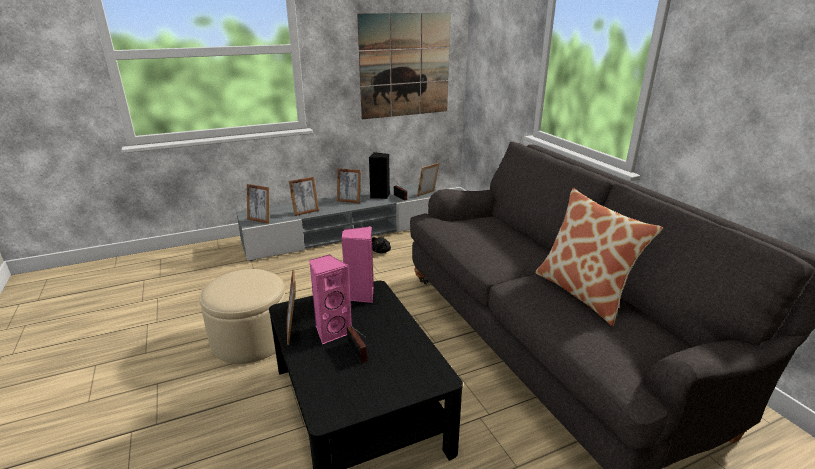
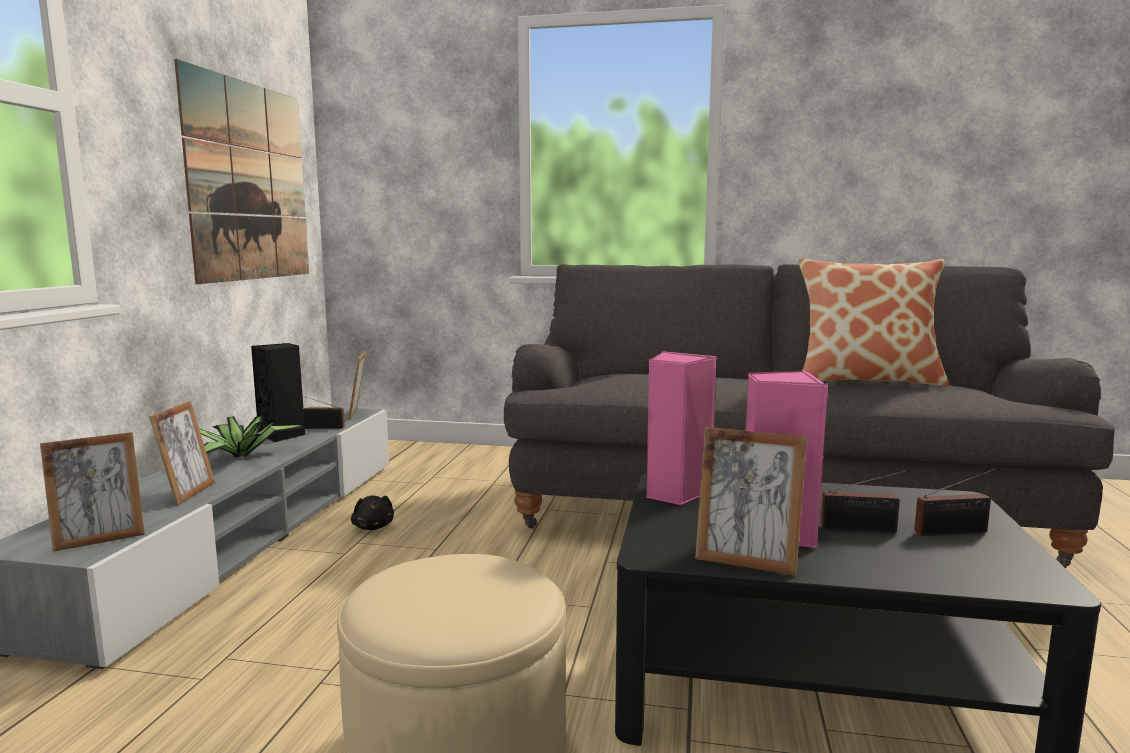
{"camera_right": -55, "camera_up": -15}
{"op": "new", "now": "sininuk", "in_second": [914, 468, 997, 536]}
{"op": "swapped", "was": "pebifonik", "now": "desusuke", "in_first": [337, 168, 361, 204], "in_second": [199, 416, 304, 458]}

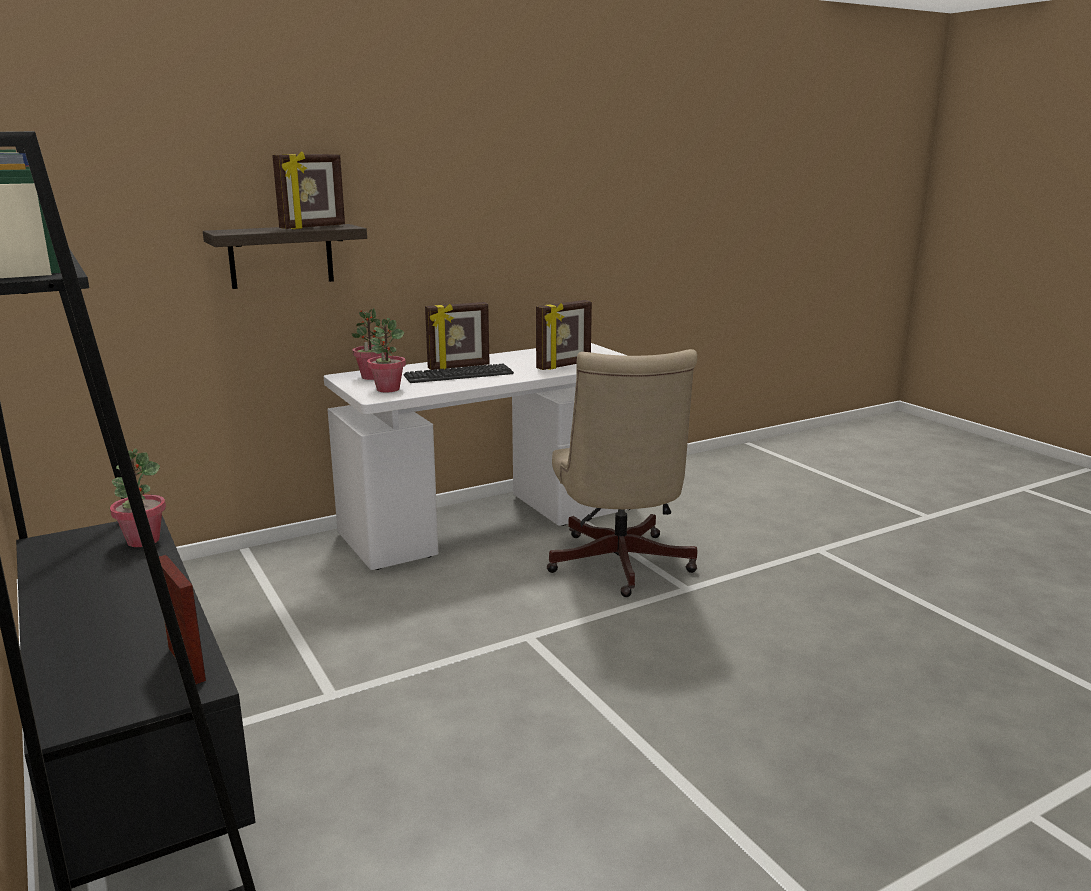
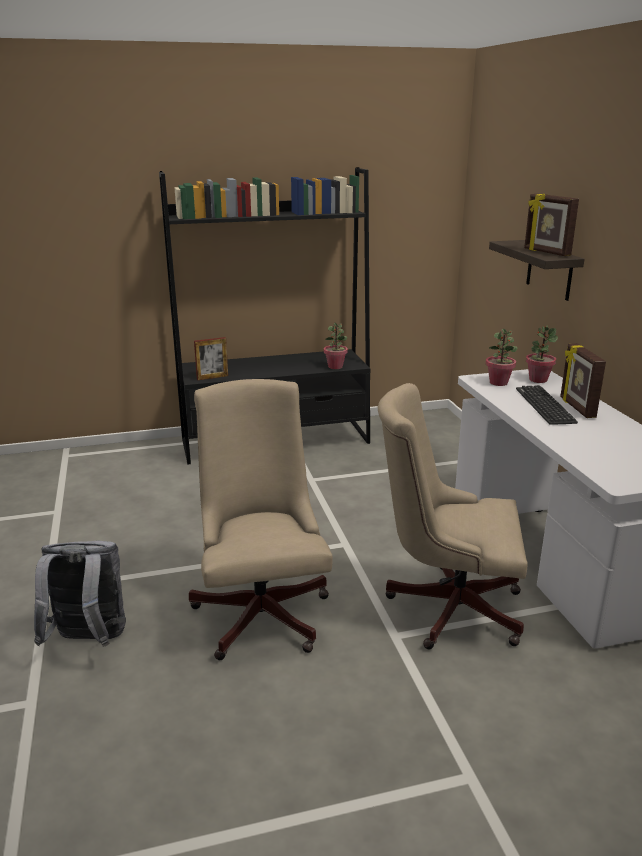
{"camera_right": 105, "camera_up": 5}
{"op": "gone", "was": "pebifonik", "in_first": [536, 300, 592, 370]}
{"op": "new", "now": "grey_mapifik", "in_second": [34, 540, 126, 647]}
{"op": "new", "now": "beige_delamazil", "in_second": [189, 379, 333, 660]}

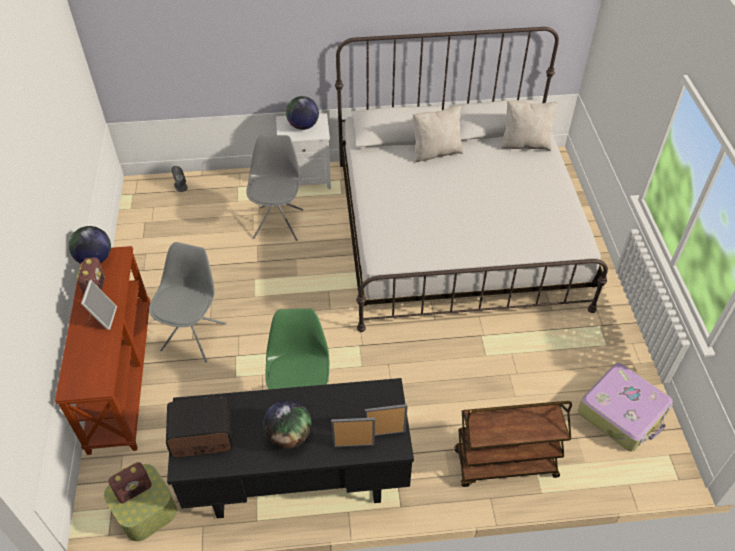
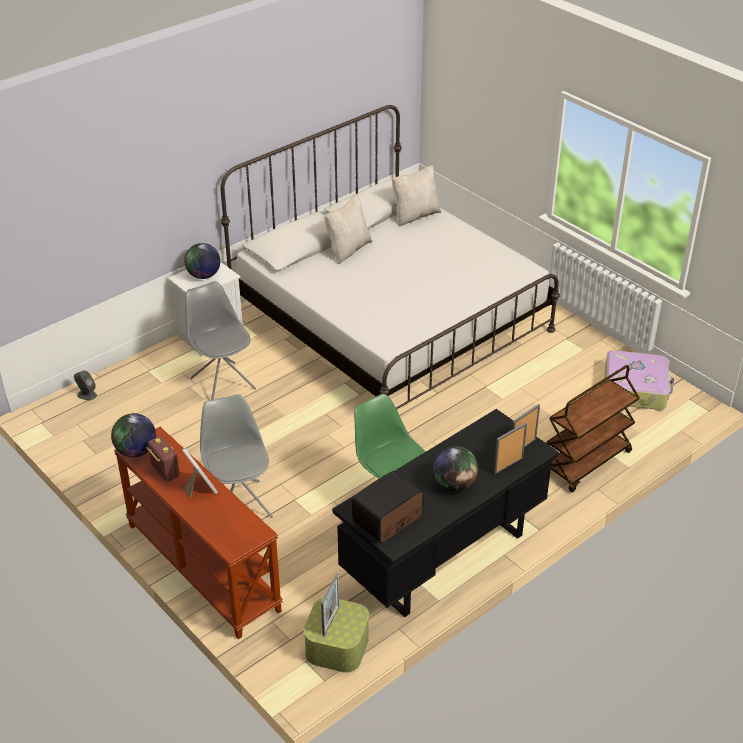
{"camera_right": -35, "camera_up": -10}
{"op": "swapped", "was": "sininuk", "now": "pebifonik", "in_first": [108, 462, 152, 503], "in_second": [321, 573, 339, 636]}

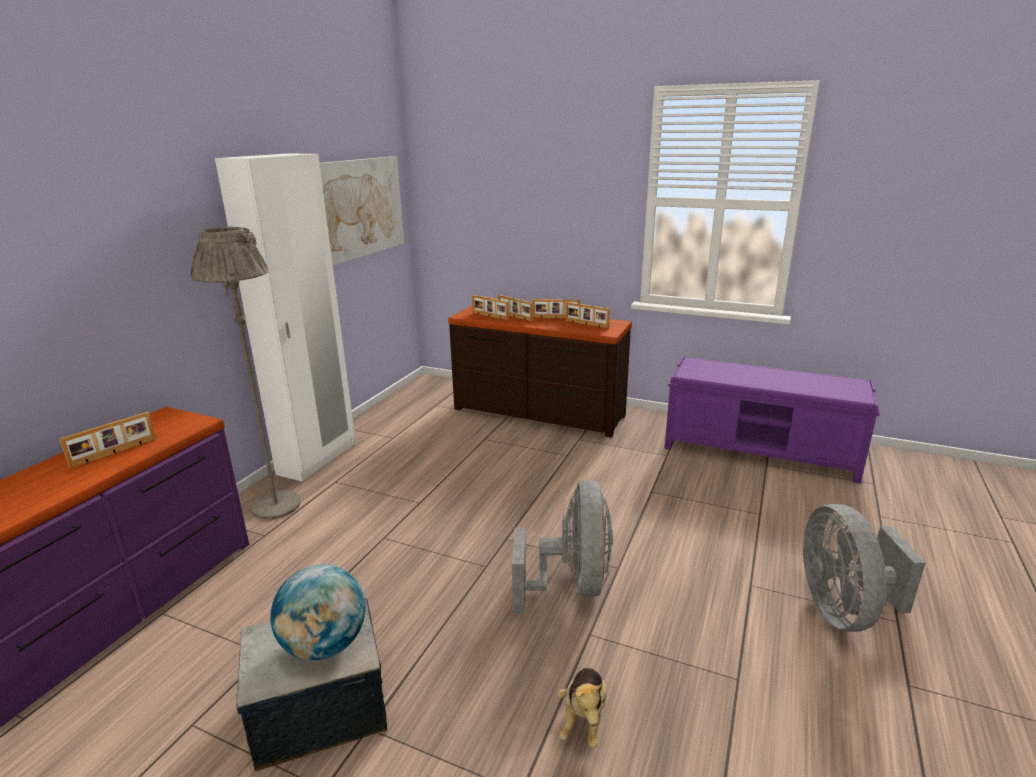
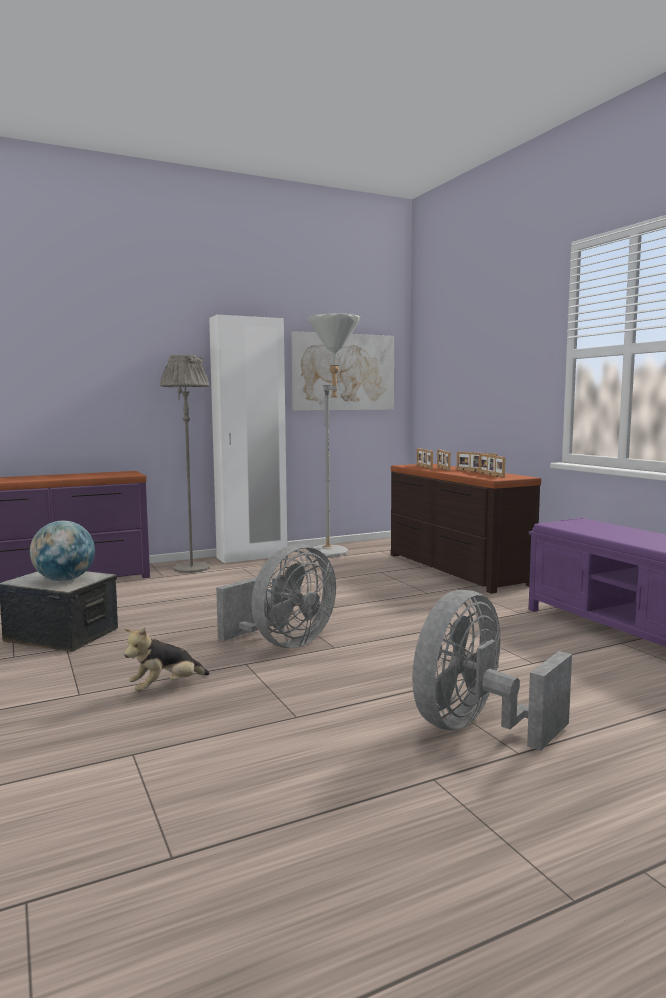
{"camera_right": 40, "camera_up": -15}
{"op": "gone", "was": "pebifonik", "in_first": [59, 412, 156, 468]}
{"op": "new", "now": "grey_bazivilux", "in_second": [308, 314, 360, 557]}

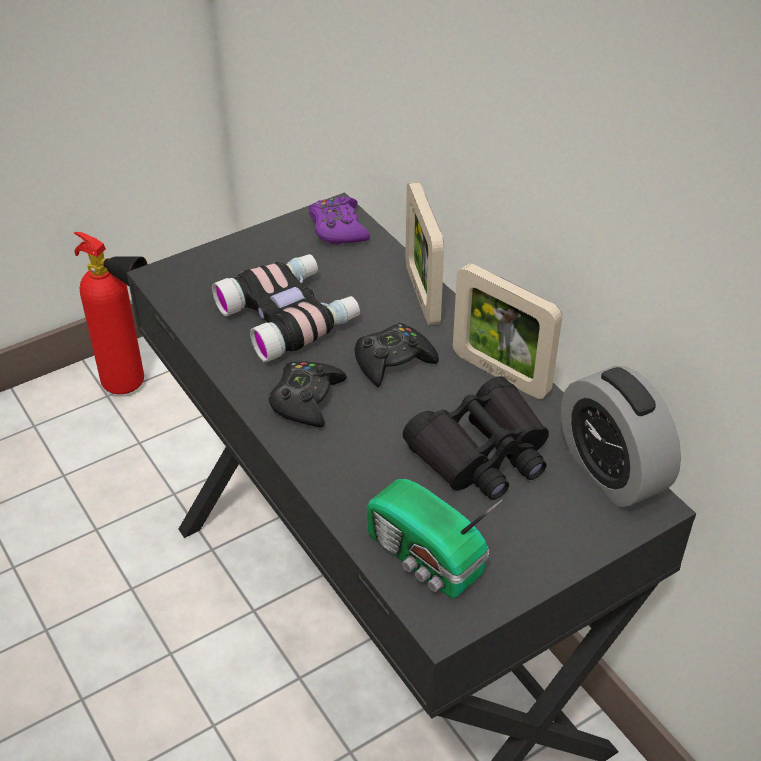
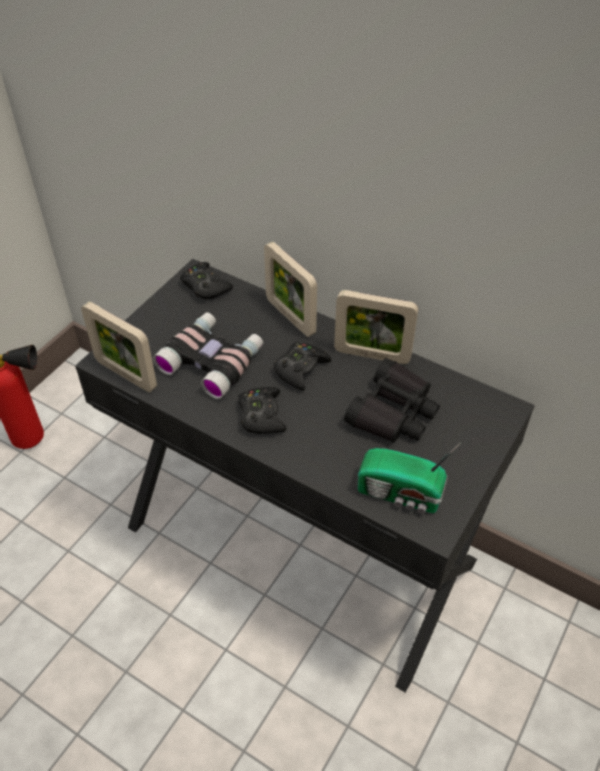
{"camera_right": -25, "camera_up": 5}
{"op": "gone", "was": "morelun", "in_first": [561, 366, 681, 507]}
{"op": "new", "now": "pebifonik", "in_second": [81, 302, 157, 392]}
{"op": "repainted", "was": "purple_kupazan", "now": "black_kupazan", "in_first": [309, 196, 370, 245], "in_second": [180, 262, 233, 299]}

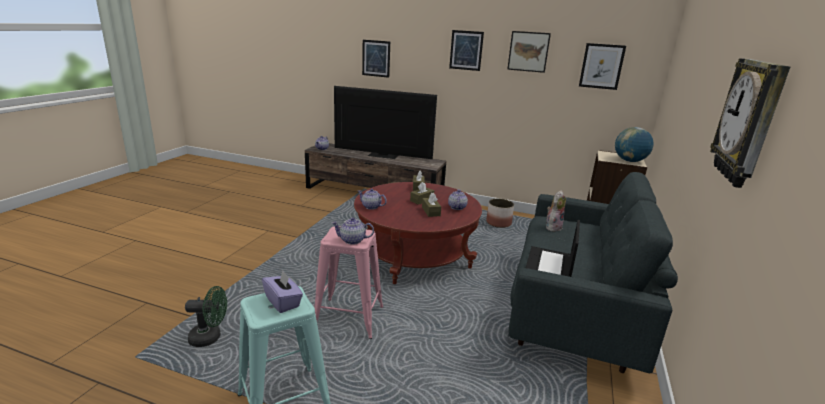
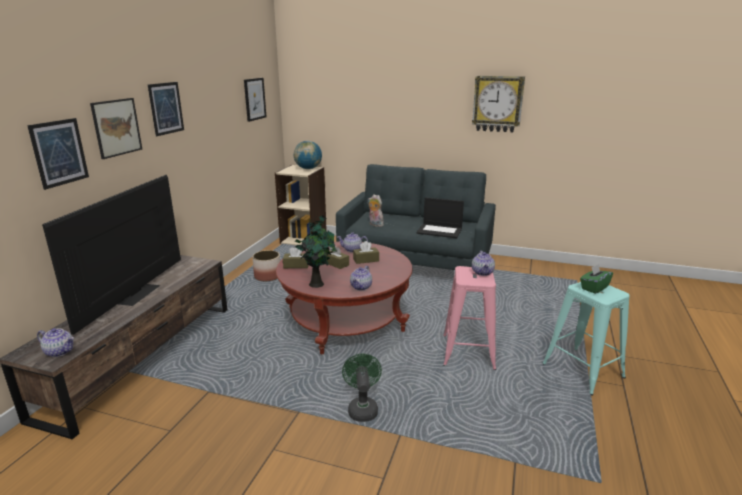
{"camera_right": -90, "camera_up": 0}
{"op": "new", "now": "desusuke", "in_second": [293, 215, 337, 288]}
{"op": "shifted", "was": "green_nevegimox", "in_first": [185, 286, 227, 347], "in_second": [342, 354, 382, 422]}
{"op": "shifted", "was": "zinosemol", "in_first": [507, 31, 551, 73], "in_second": [90, 98, 142, 159]}
{"op": "repainted", "was": "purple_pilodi", "now": "green_pilodi", "in_first": [262, 270, 303, 313], "in_second": [580, 264, 613, 294]}

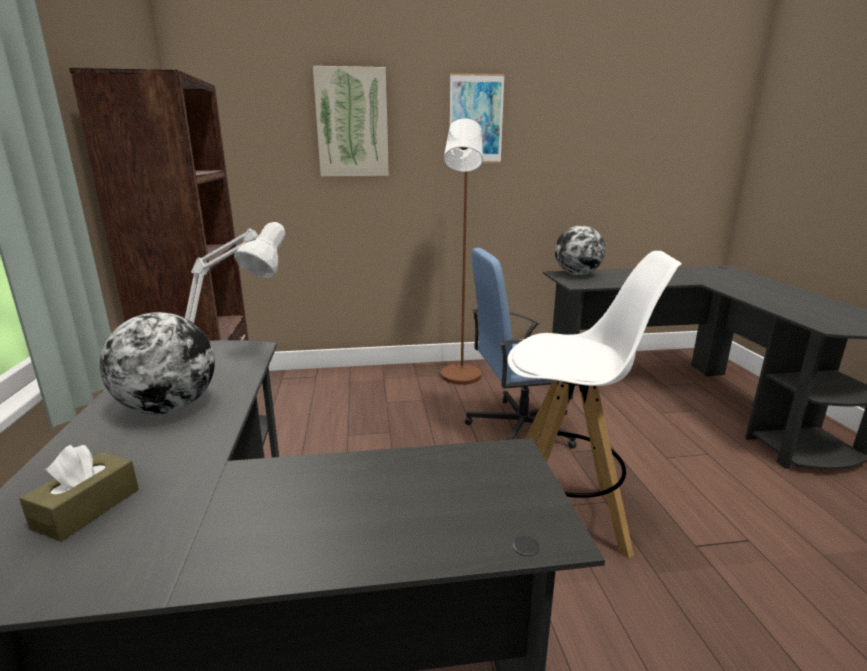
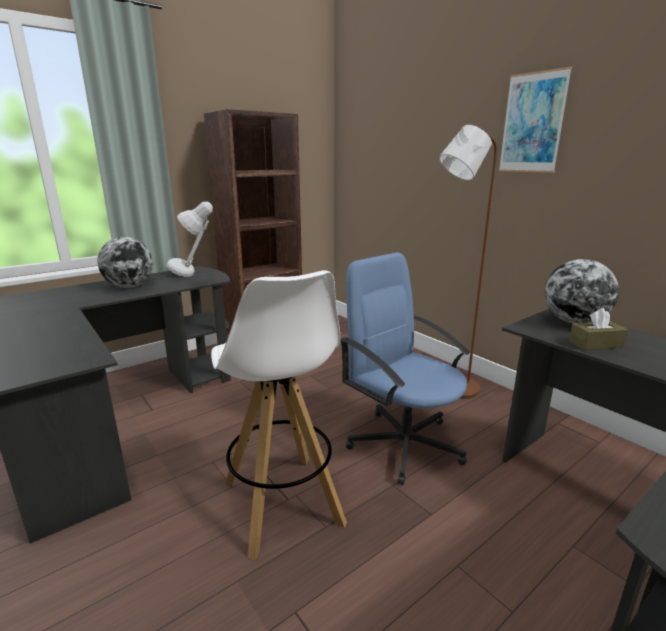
{"camera_right": 60, "camera_up": 0}
{"op": "gone", "was": "zinosemol", "in_first": [313, 66, 389, 177]}
{"op": "shifted", "was": "brown_pilodi", "in_first": [19, 445, 139, 542], "in_second": [569, 308, 628, 350]}

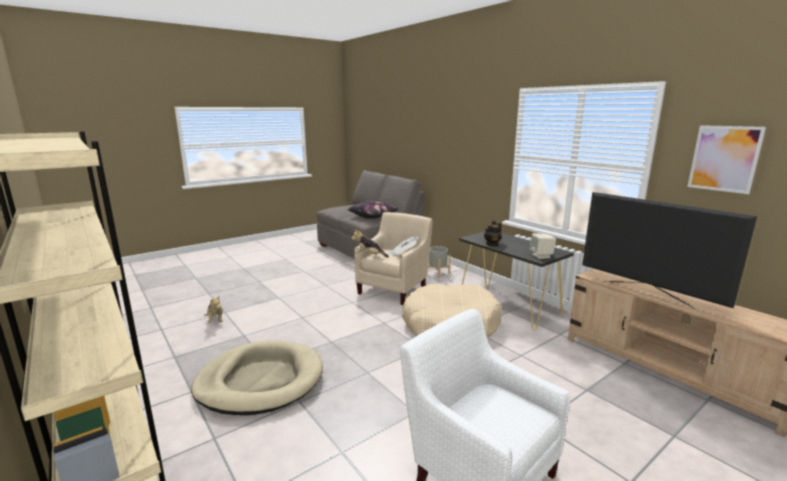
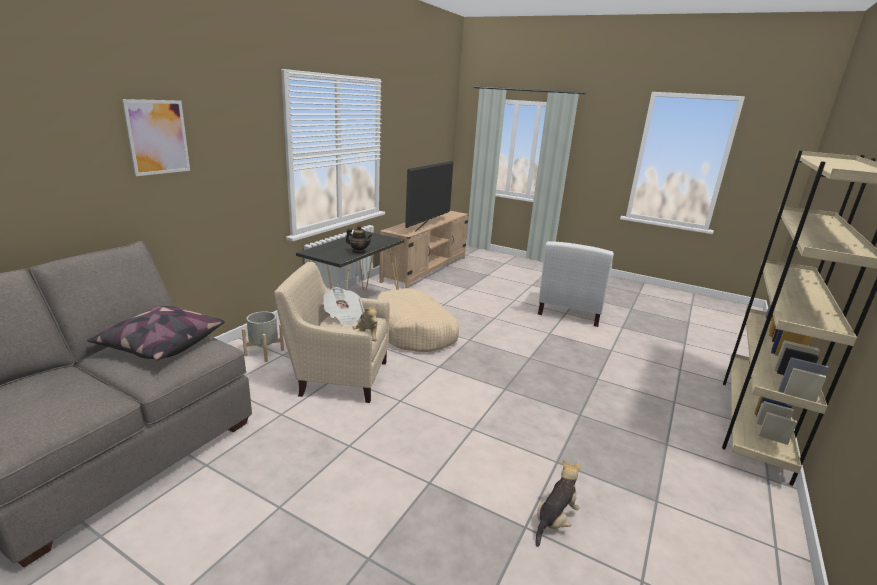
{"camera_right": -115, "camera_up": 5}
{"op": "gone", "was": "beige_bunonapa", "in_first": [191, 340, 323, 415]}
{"op": "gone", "was": "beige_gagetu", "in_first": [530, 233, 556, 259]}
{"op": "shifted", "was": "zinosemol", "in_first": [687, 125, 766, 194], "in_second": [122, 99, 190, 176]}

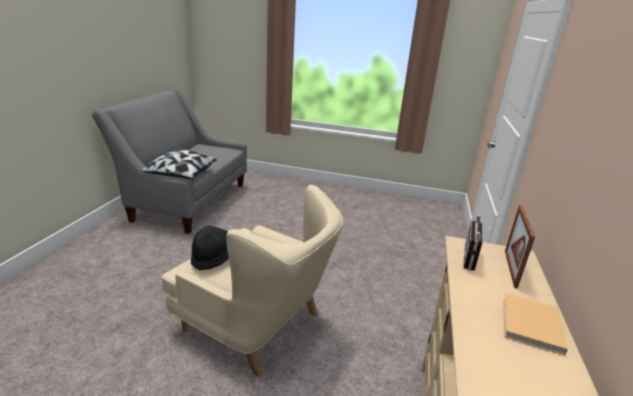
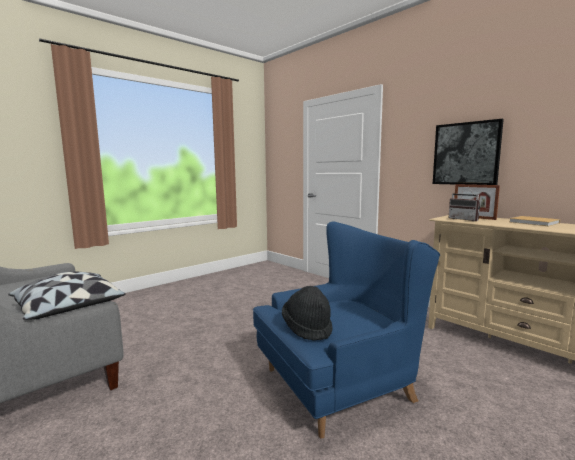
{"camera_right": -55, "camera_up": -15}
{"op": "new", "now": "zinosemol", "in_second": [433, 119, 504, 185]}
{"op": "repainted", "was": "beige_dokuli", "now": "blue_dokuli", "in_first": [161, 185, 343, 377], "in_second": [253, 222, 440, 439]}

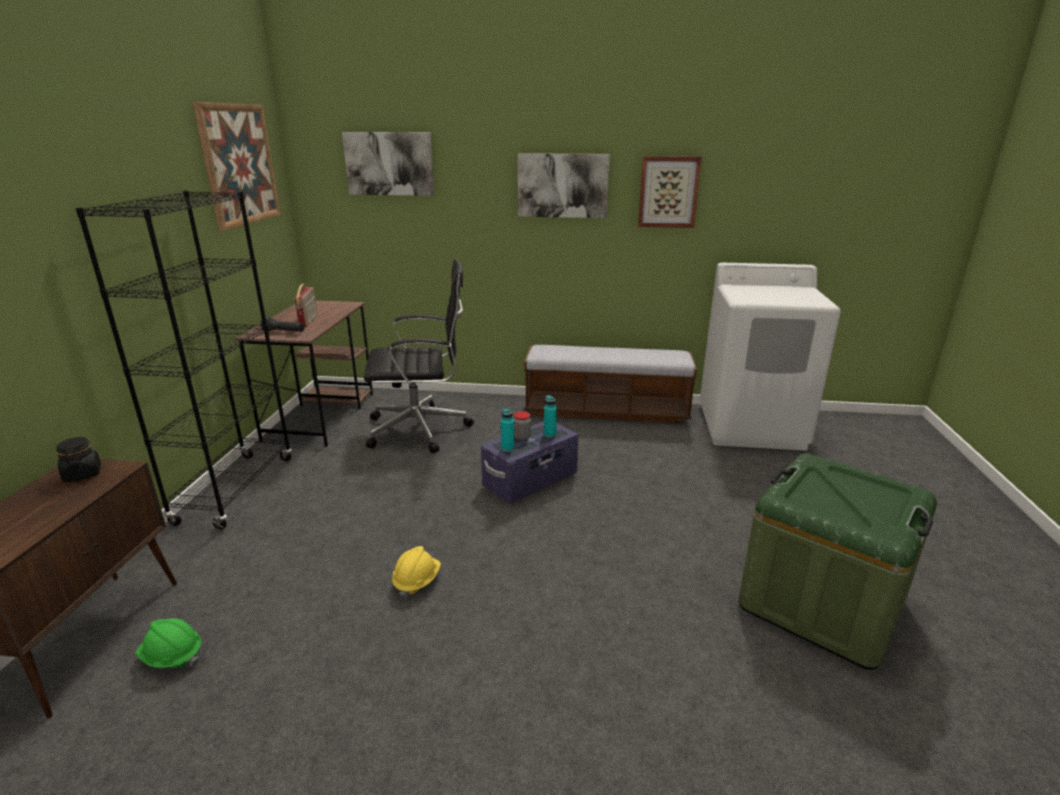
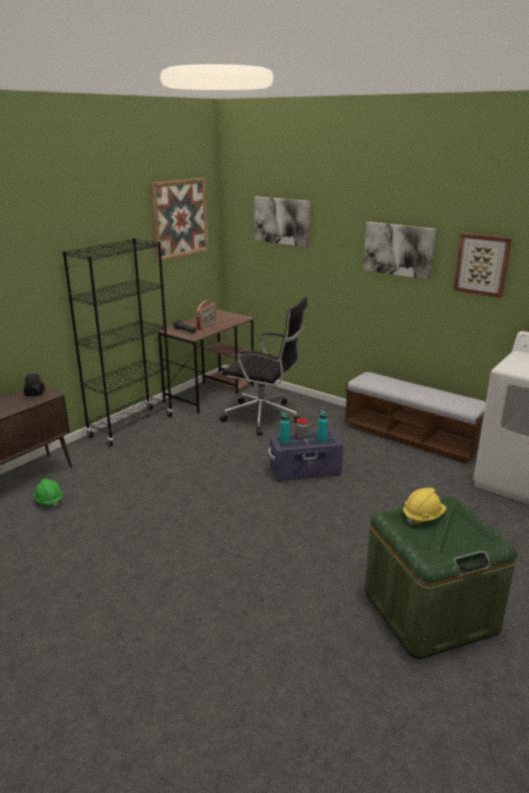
{"camera_right": 30, "camera_up": 0}
{"op": "shifted", "was": "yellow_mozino", "in_first": [392, 546, 441, 598], "in_second": [403, 488, 446, 525]}

